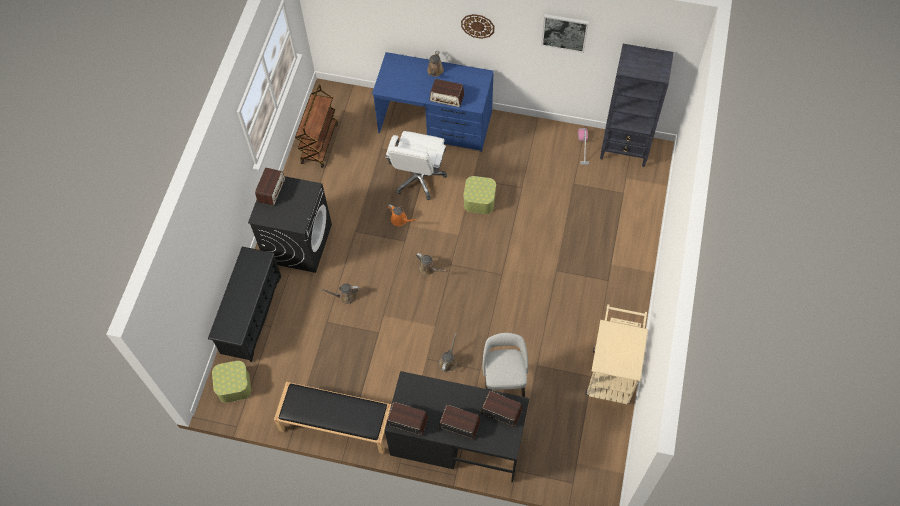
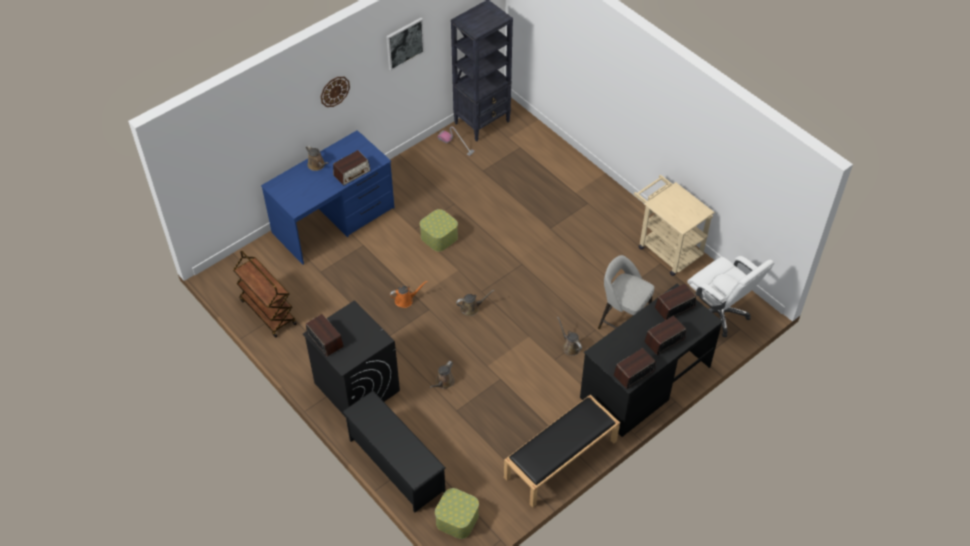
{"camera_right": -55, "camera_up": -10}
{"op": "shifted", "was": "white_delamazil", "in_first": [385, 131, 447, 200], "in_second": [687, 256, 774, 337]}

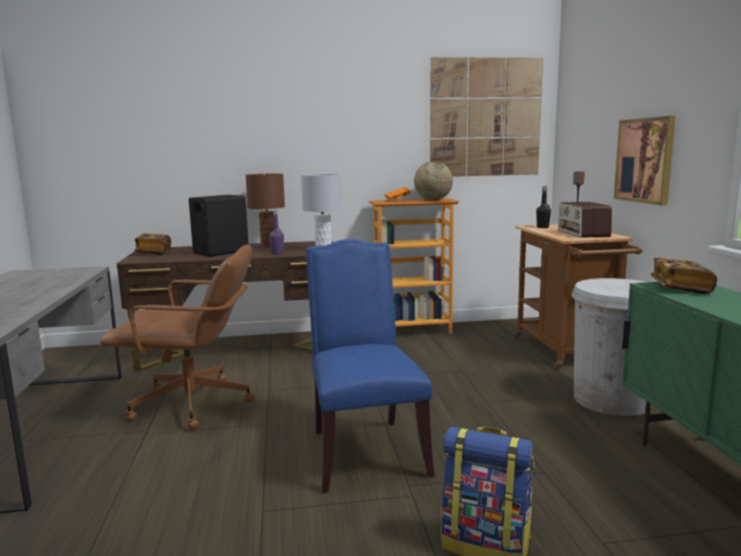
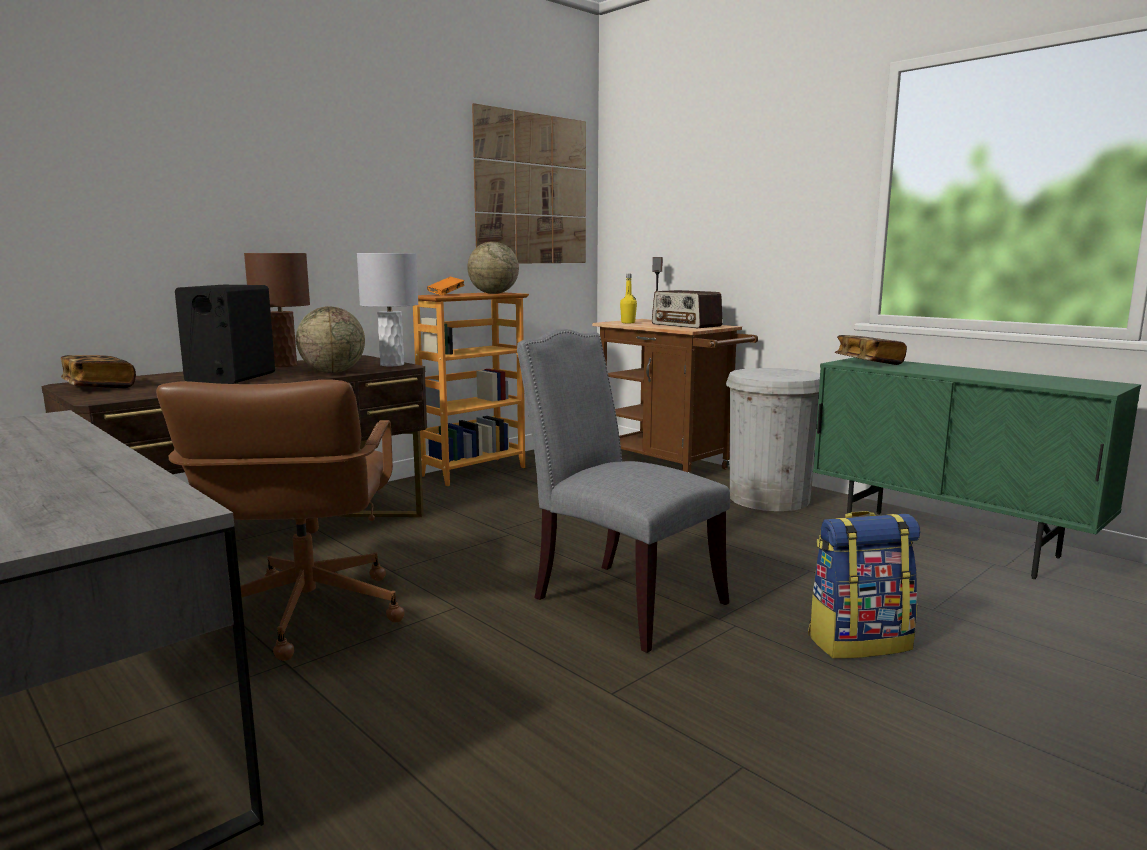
{"camera_right": -35, "camera_up": 0}
{"op": "gone", "was": "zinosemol", "in_first": [614, 116, 676, 206]}
{"op": "swapped", "was": "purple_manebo", "now": "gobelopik", "in_first": [269, 211, 284, 254], "in_second": [296, 306, 365, 373]}
{"op": "repainted", "was": "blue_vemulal", "now": "grey_vemulal", "in_first": [306, 239, 435, 493], "in_second": [517, 329, 730, 653]}
{"op": "repainted", "was": "black_manebo", "now": "yellow_manebo", "in_first": [536, 186, 551, 228], "in_second": [620, 274, 637, 323]}
{"op": "rotated", "was": "brown_delamazil", "in_first": [100, 244, 255, 430], "in_second": [156, 379, 404, 661], "clockwise": 120}

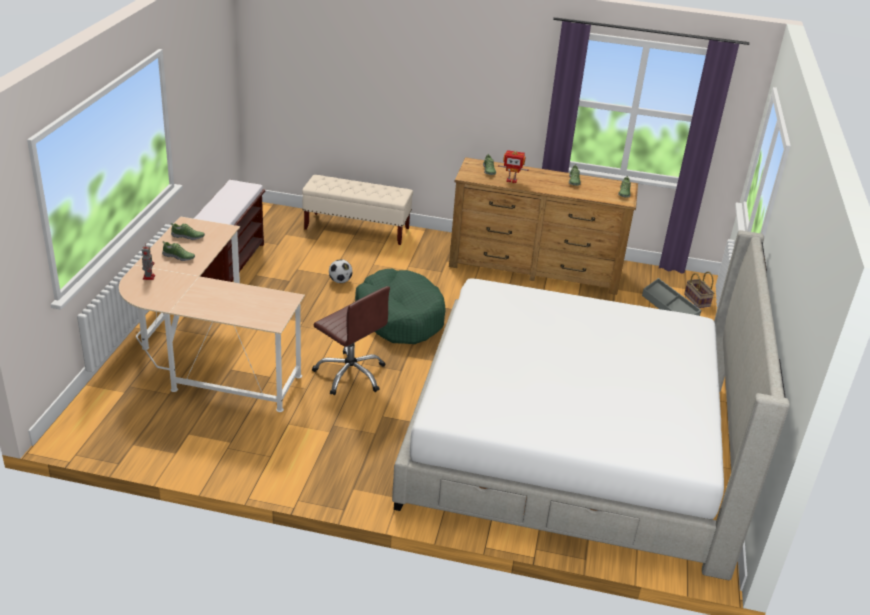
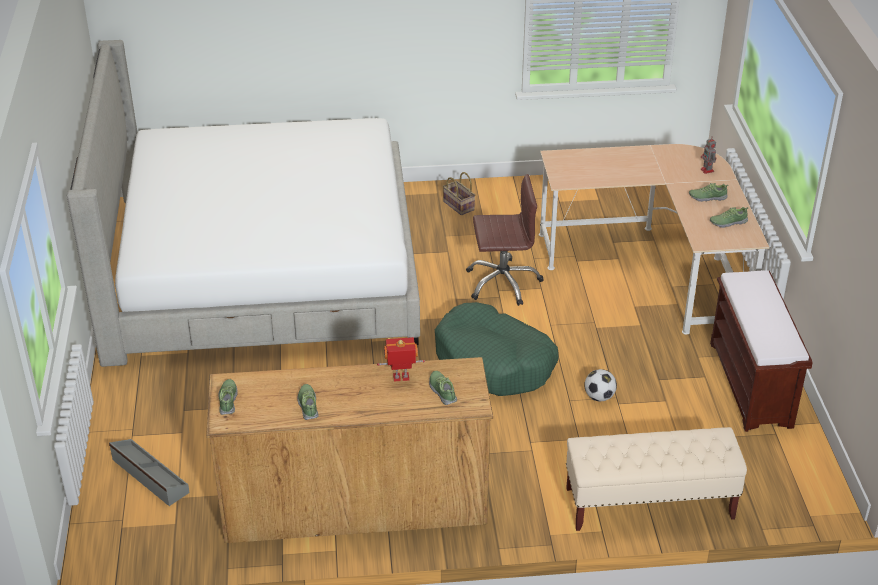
{"camera_right": 165, "camera_up": 5}
{"op": "shifted", "was": "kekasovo", "in_first": [684, 272, 714, 308], "in_second": [443, 172, 475, 215]}
{"op": "rotated", "was": "brown_delamazil", "in_first": [312, 286, 390, 395], "in_second": [466, 174, 543, 306], "clockwise": 150}

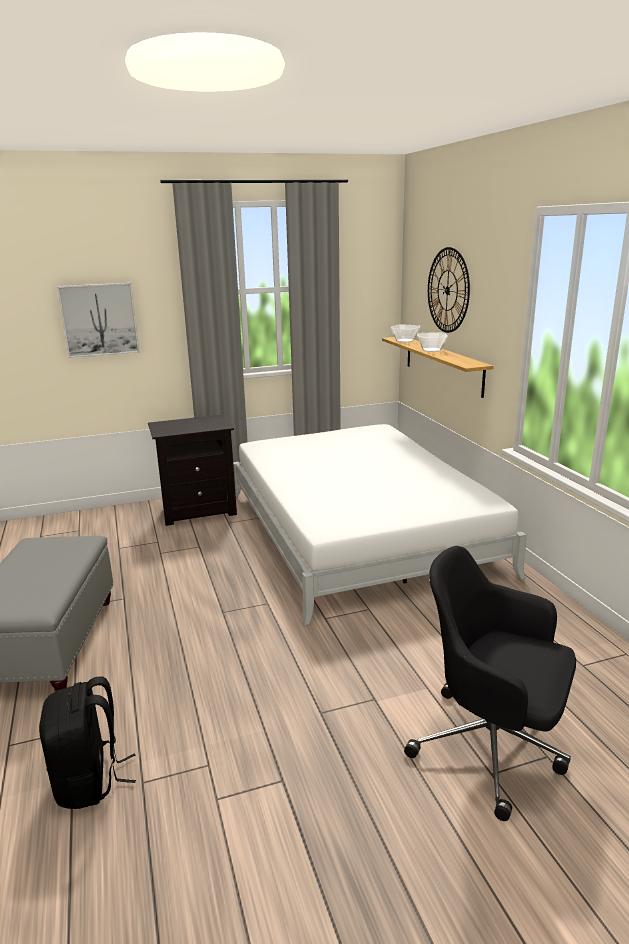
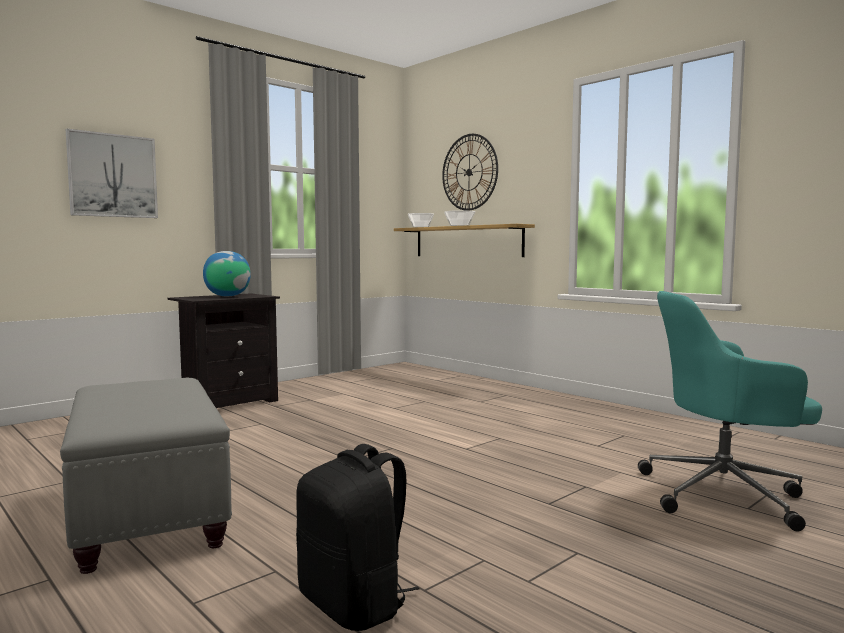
{"camera_right": -25, "camera_up": -15}
{"op": "gone", "was": "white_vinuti", "in_first": [233, 424, 527, 626]}
{"op": "new", "now": "gobelopik", "in_second": [203, 251, 251, 297]}
{"op": "repainted", "was": "black_delamazil", "now": "turquoise_delamazil", "in_first": [404, 546, 576, 821], "in_second": [638, 291, 822, 532]}

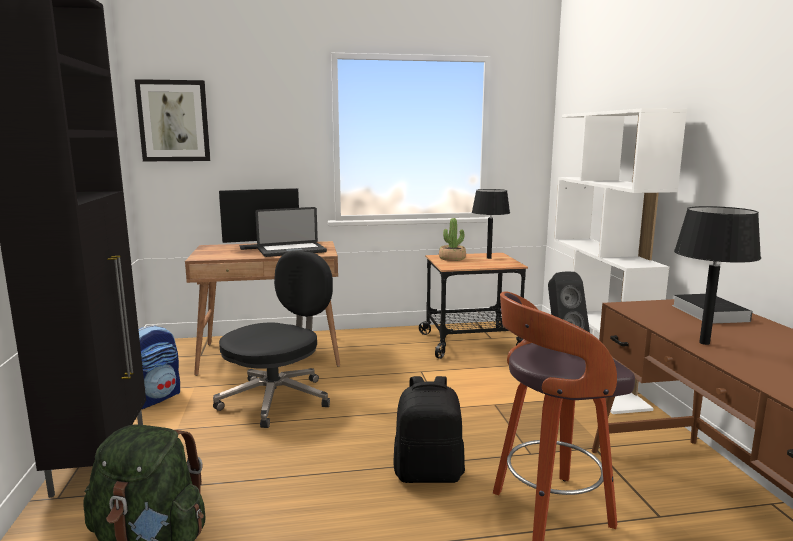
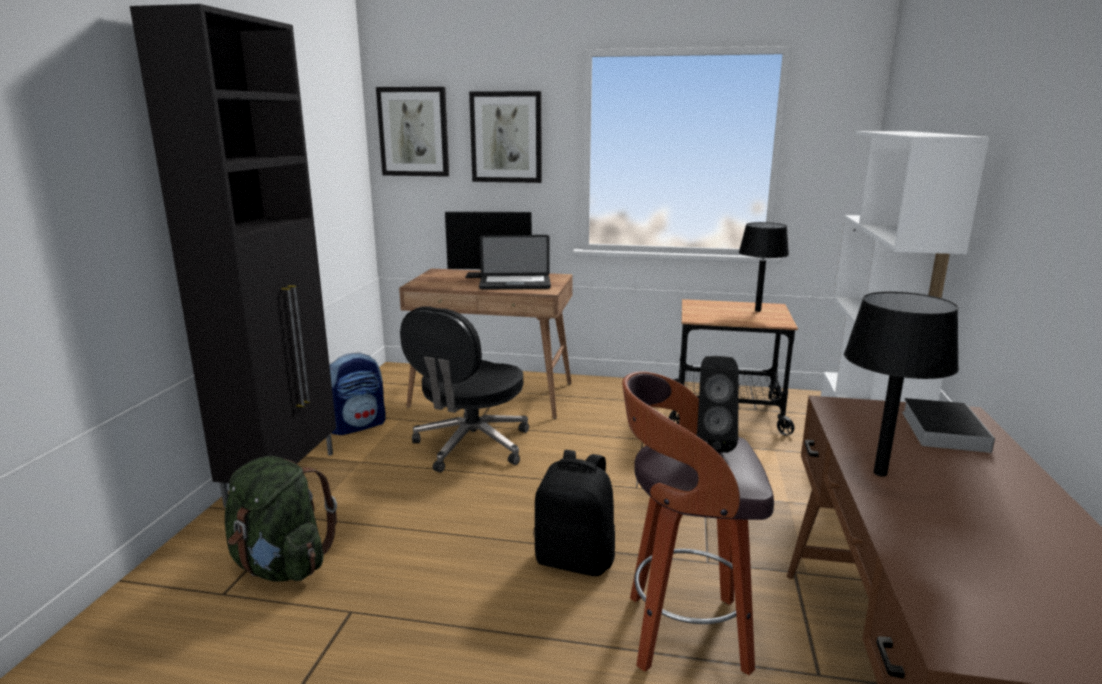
{"camera_right": 20, "camera_up": 5}
{"op": "gone", "was": "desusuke", "in_first": [439, 218, 466, 261]}
{"op": "new", "now": "zinosemol", "in_second": [469, 91, 542, 183]}
{"op": "rotated", "was": "black_delamazil", "in_first": [213, 251, 333, 428], "in_second": [400, 306, 529, 473], "clockwise": 150}

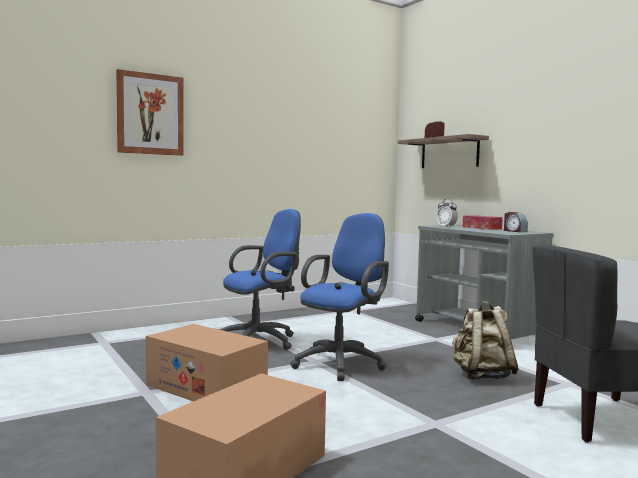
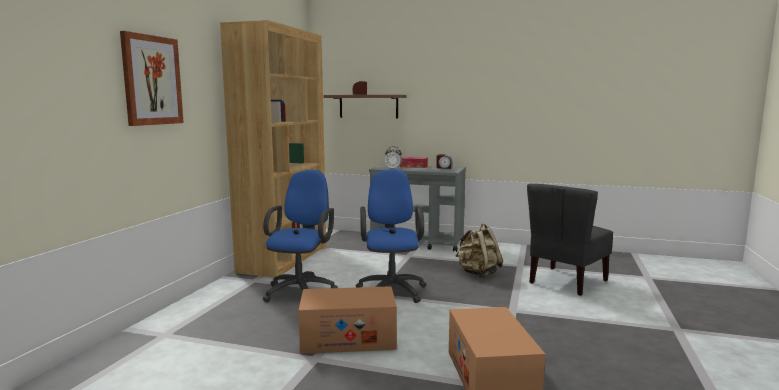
{"camera_right": -40, "camera_up": 5}
{"op": "new", "now": "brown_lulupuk", "in_second": [220, 20, 326, 278]}

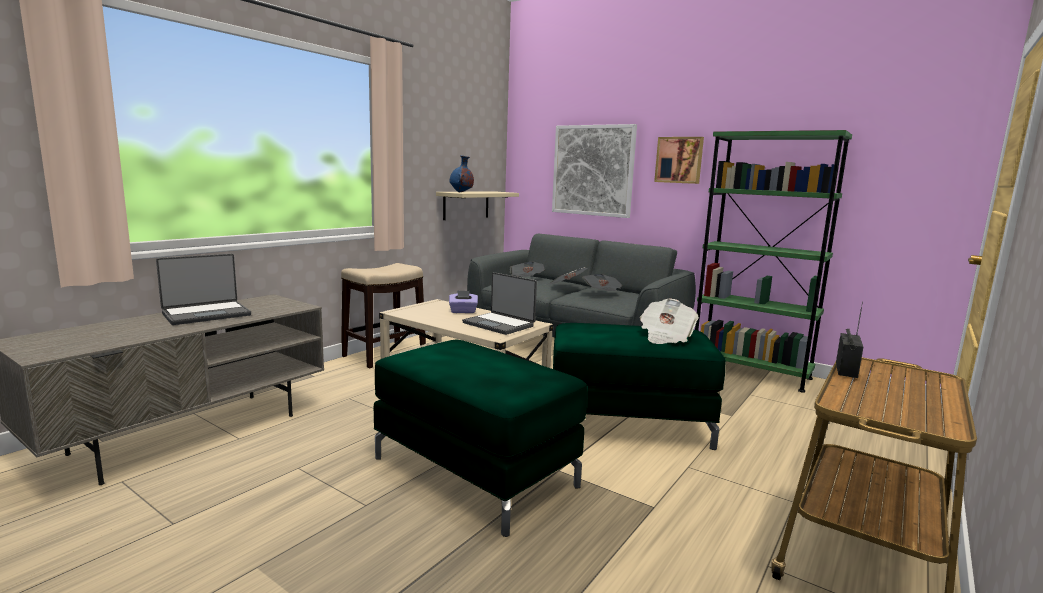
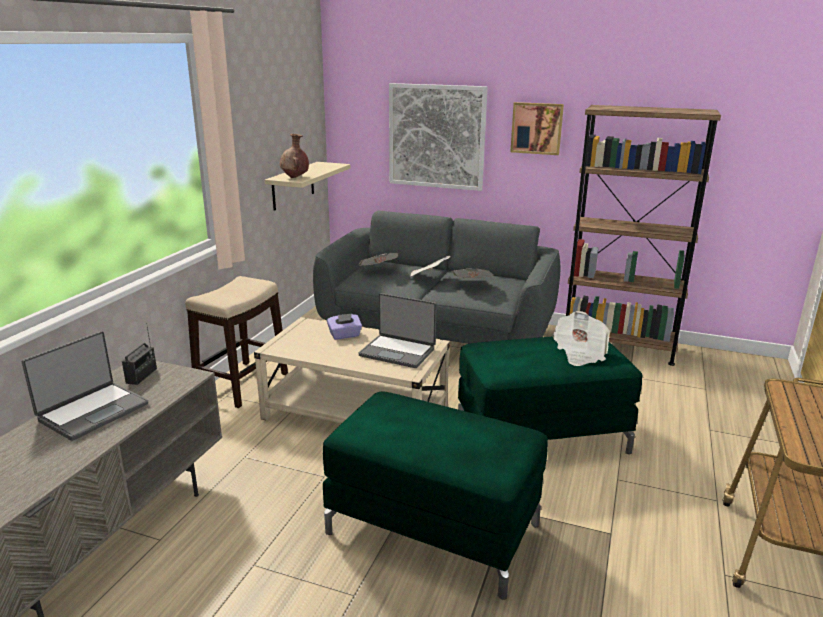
{"camera_right": -15, "camera_up": 10}
{"op": "shifted", "was": "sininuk", "in_first": [836, 302, 863, 378], "in_second": [122, 323, 157, 385]}
{"op": "repainted", "was": "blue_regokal", "now": "brown_regokal", "in_first": [450, 155, 474, 192], "in_second": [280, 134, 309, 178]}
{"op": "repainted", "was": "green_lulupuk", "now": "brown_lulupuk", "in_first": [695, 130, 852, 393], "in_second": [566, 105, 721, 366]}

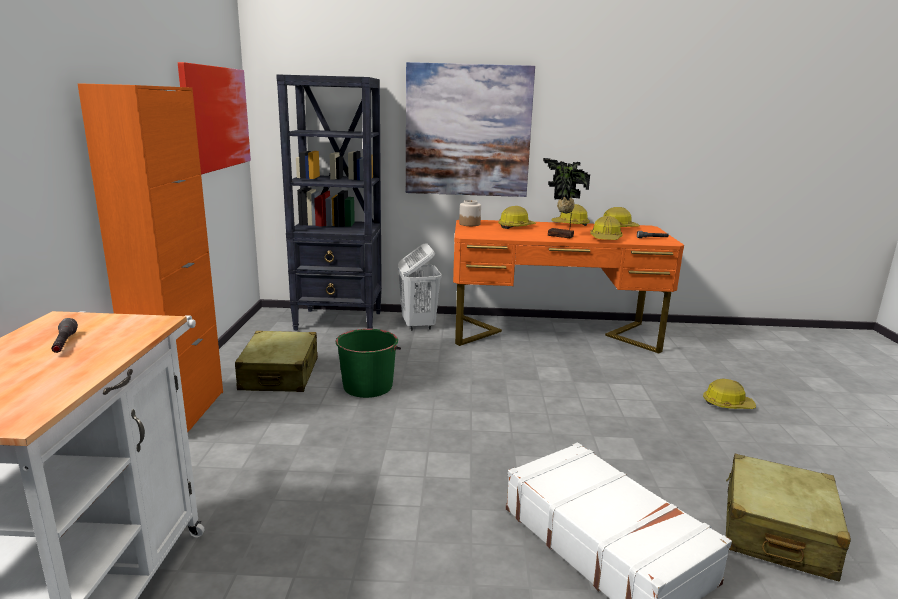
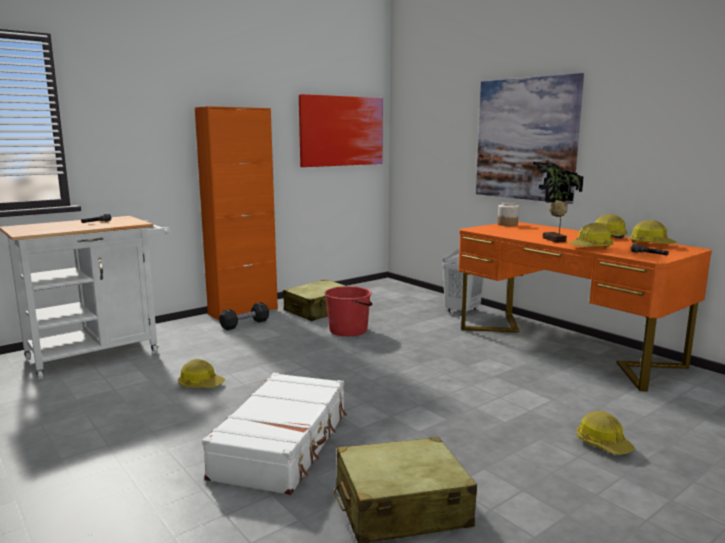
{"camera_right": 50, "camera_up": -5}
{"op": "gone", "was": "black_lulupuk", "in_first": [276, 74, 382, 331]}
{"op": "new", "now": "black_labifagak", "in_second": [219, 302, 269, 330]}
{"op": "shifted", "was": "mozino", "in_first": [498, 206, 536, 229], "in_second": [178, 359, 225, 388]}
{"op": "repainted", "was": "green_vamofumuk", "now": "red_vamofumuk", "in_first": [336, 329, 401, 398], "in_second": [324, 286, 373, 336]}

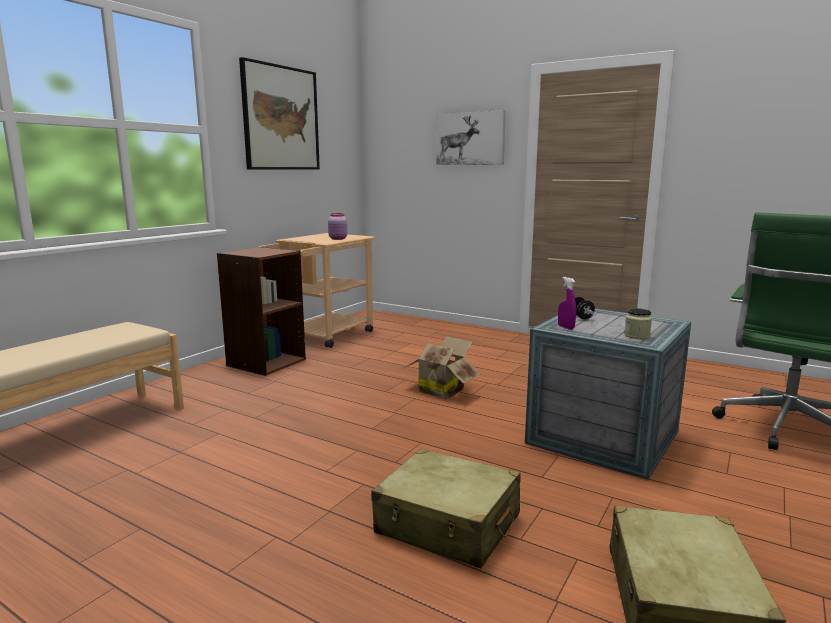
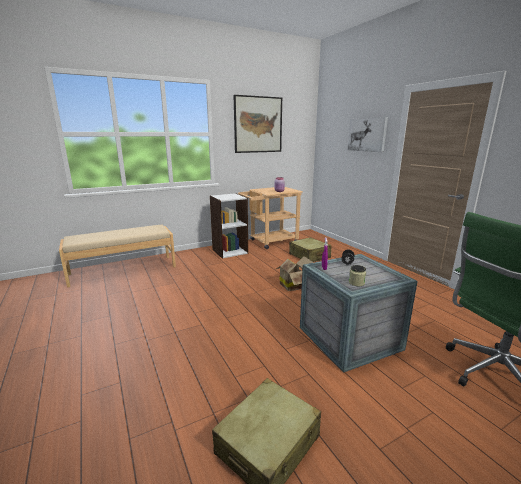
{"camera_right": 30, "camera_up": 5}
{"op": "shifted", "was": "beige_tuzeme", "in_first": [371, 449, 521, 568], "in_second": [289, 237, 332, 262]}
{"op": "repainted", "was": "brown_lulupuk", "now": "white_lulupuk", "in_first": [217, 247, 306, 376], "in_second": [210, 193, 248, 259]}

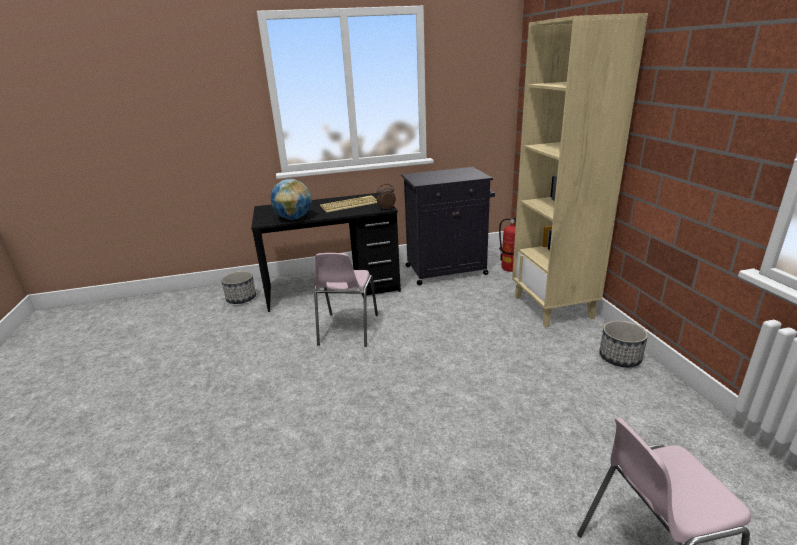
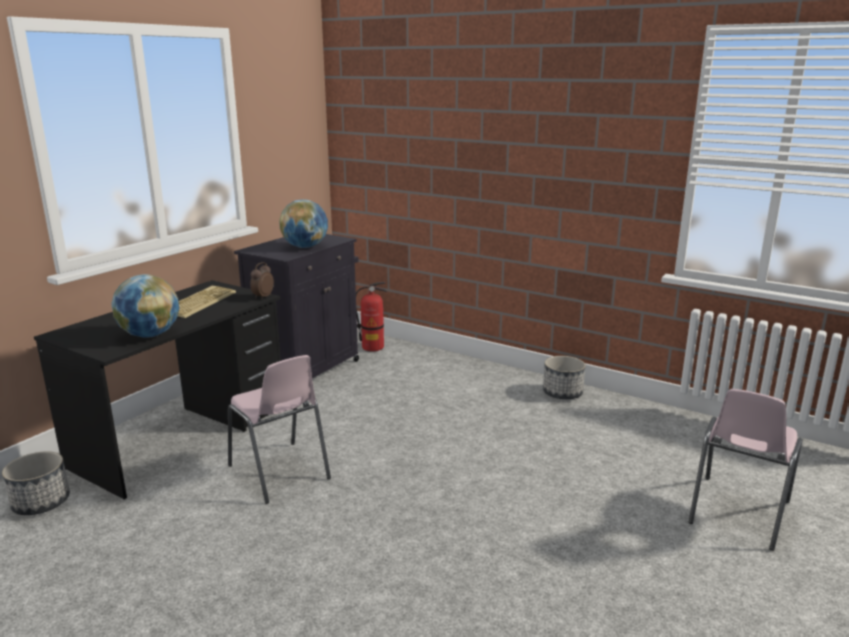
{"camera_right": -45, "camera_up": -5}
{"op": "gone", "was": "beige_lulupuk", "in_first": [512, 13, 648, 328]}
{"op": "new", "now": "gobelopik", "in_second": [279, 200, 328, 248]}

